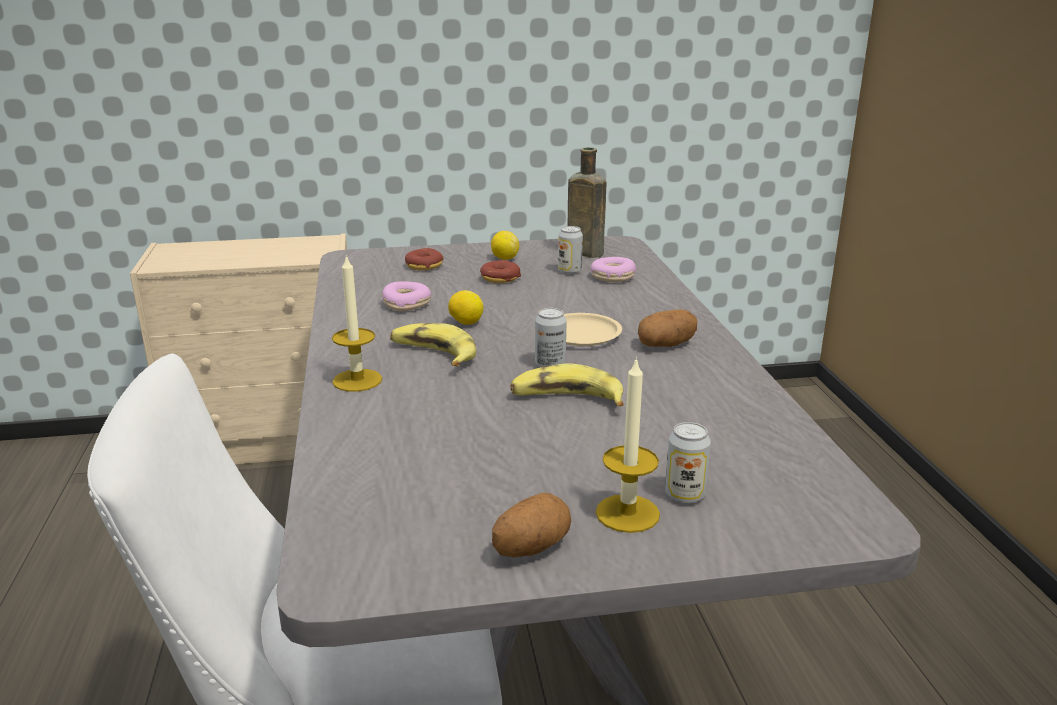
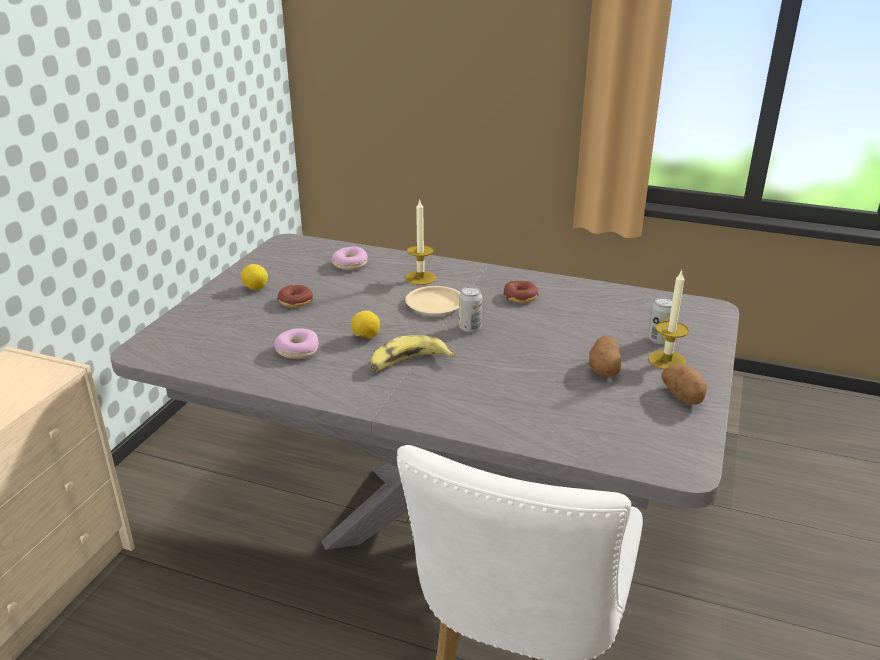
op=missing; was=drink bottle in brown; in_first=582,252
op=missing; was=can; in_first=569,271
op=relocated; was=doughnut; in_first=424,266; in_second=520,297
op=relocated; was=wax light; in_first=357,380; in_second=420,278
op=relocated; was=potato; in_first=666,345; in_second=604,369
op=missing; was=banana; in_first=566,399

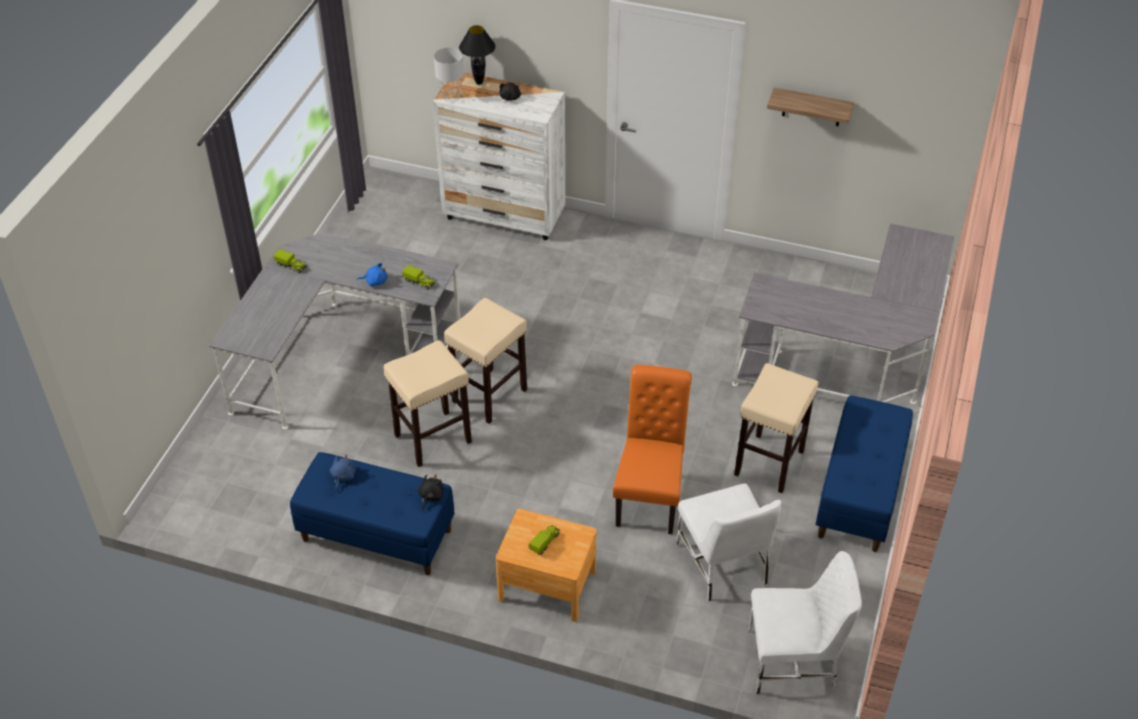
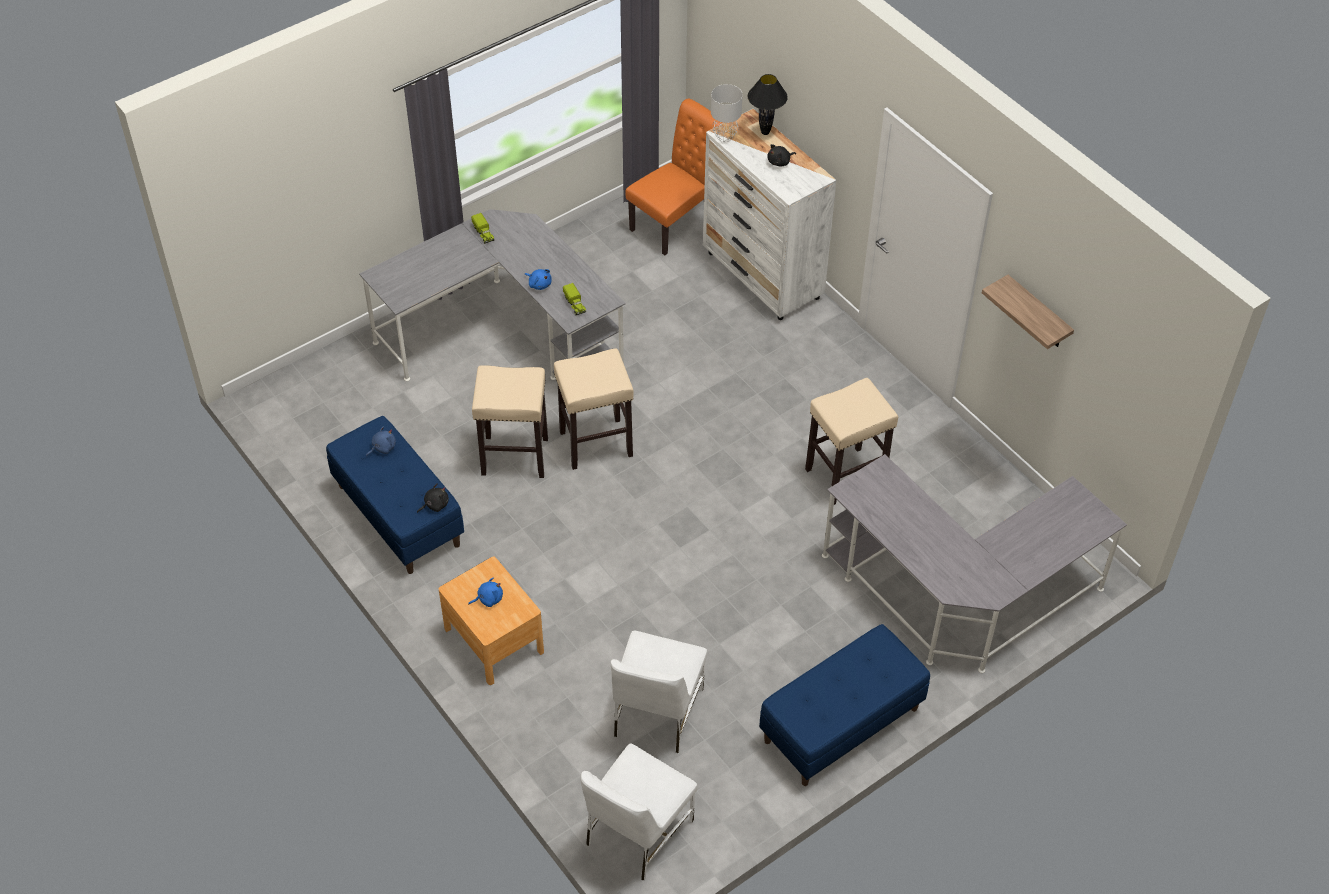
op=relocated; was=stool in beige-coloured; in_first=769,462; in_second=846,475
op=relocated; was=plain chair in orange-coloured; in_first=650,495; in_second=675,223
op=exchanged; was=toy truck; now=soft toy in bluish; in_first=545,543; in_second=488,599
op=spun; was=plain chair in whitish; in_first=793,661; in_second=637,833; clockwise=90

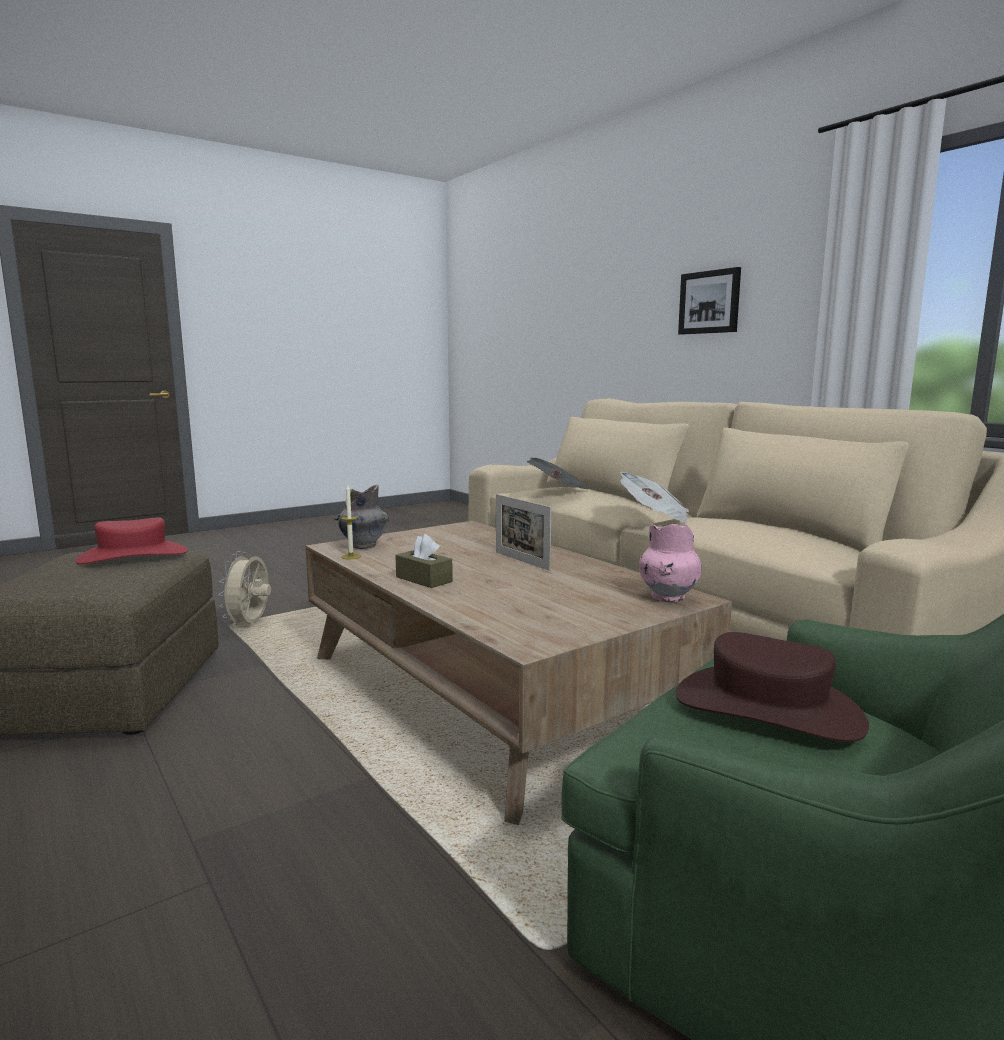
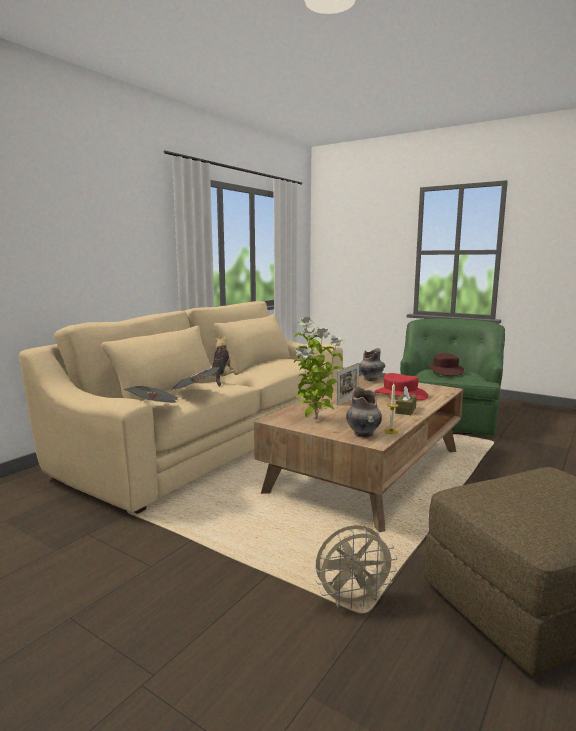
op=missing; was=picture; in_first=709,302
op=relocated; was=printed paper; in_first=655,516; in_second=155,409
op=relocated; was=hat in reddish; in_first=133,556; in_second=400,394
op=colour; was=flower vase in pink; now=flower vase in gray; in_first=668,597; in_second=370,379
op=appeared; now=plant in a pot; in_second=315,419
op=appeared; now=soft toy; in_second=221,379

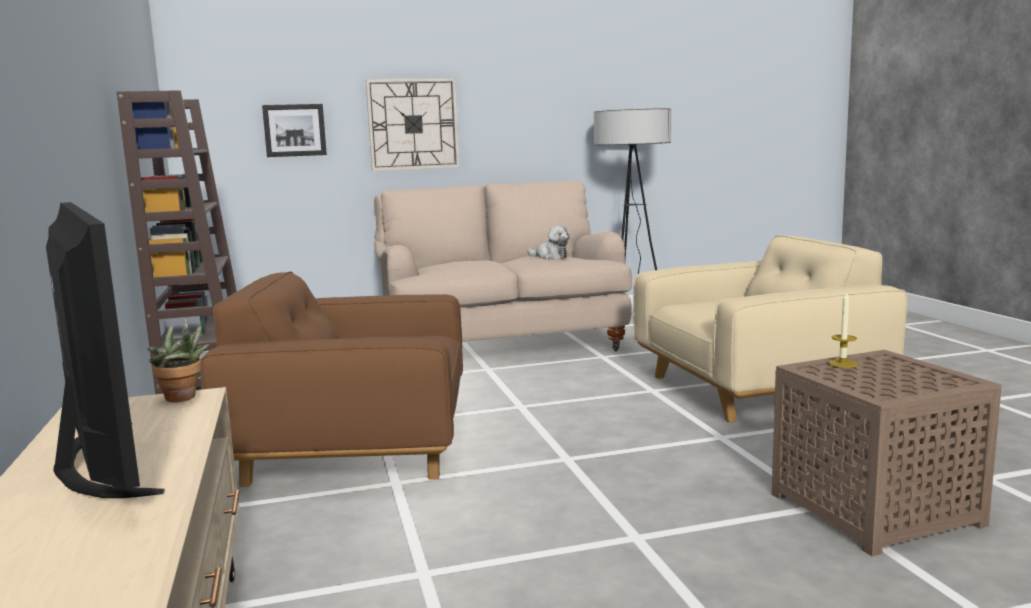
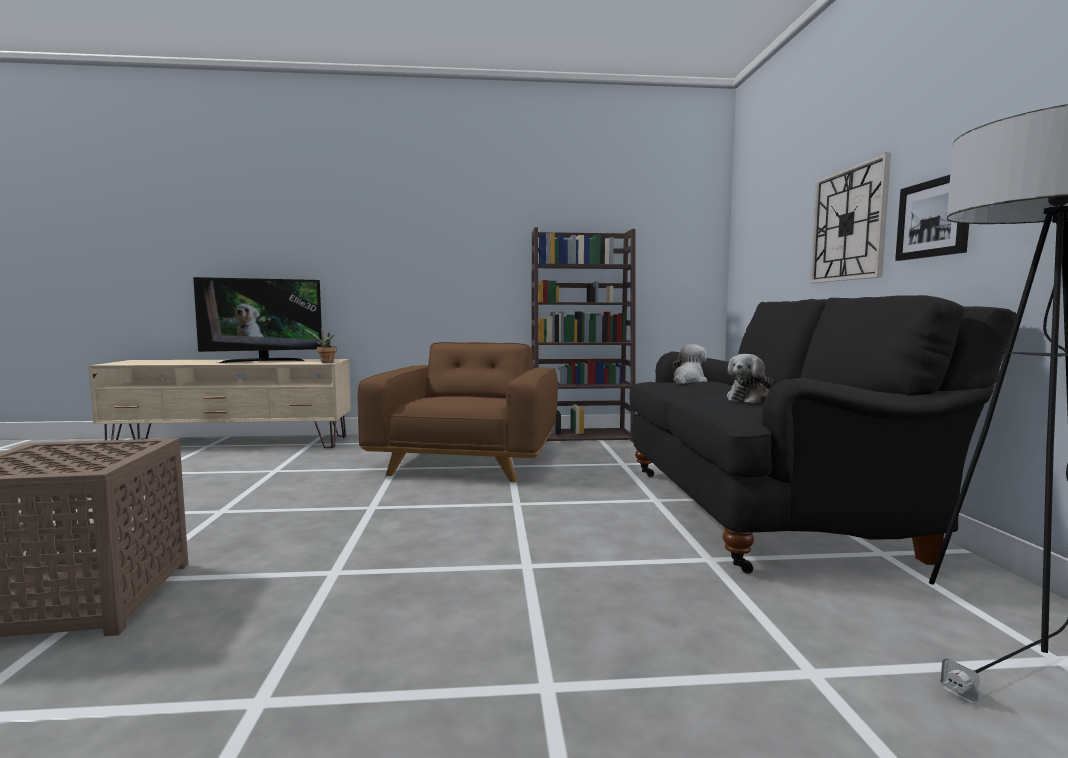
op=relocated; was=picture; in_first=294,130; in_second=934,218
op=colour; was=sofa in beige-coloured; now=sofa in black-coloured; in_first=500,345; in_second=768,511
op=missing; was=armchair in beige-coloured; in_first=755,389
op=missing; was=wax light; in_first=842,363
op=appeared; now=soft toy; in_second=688,382

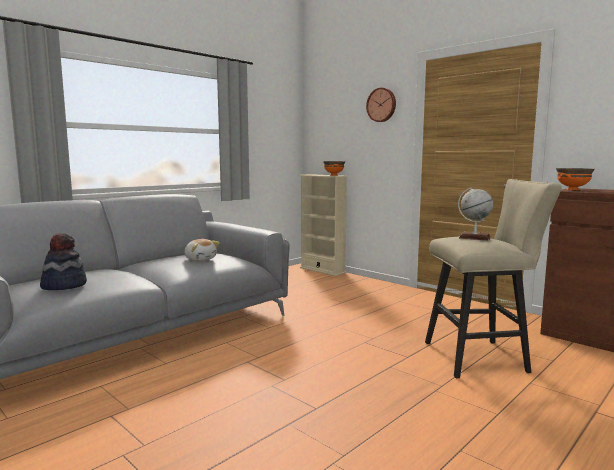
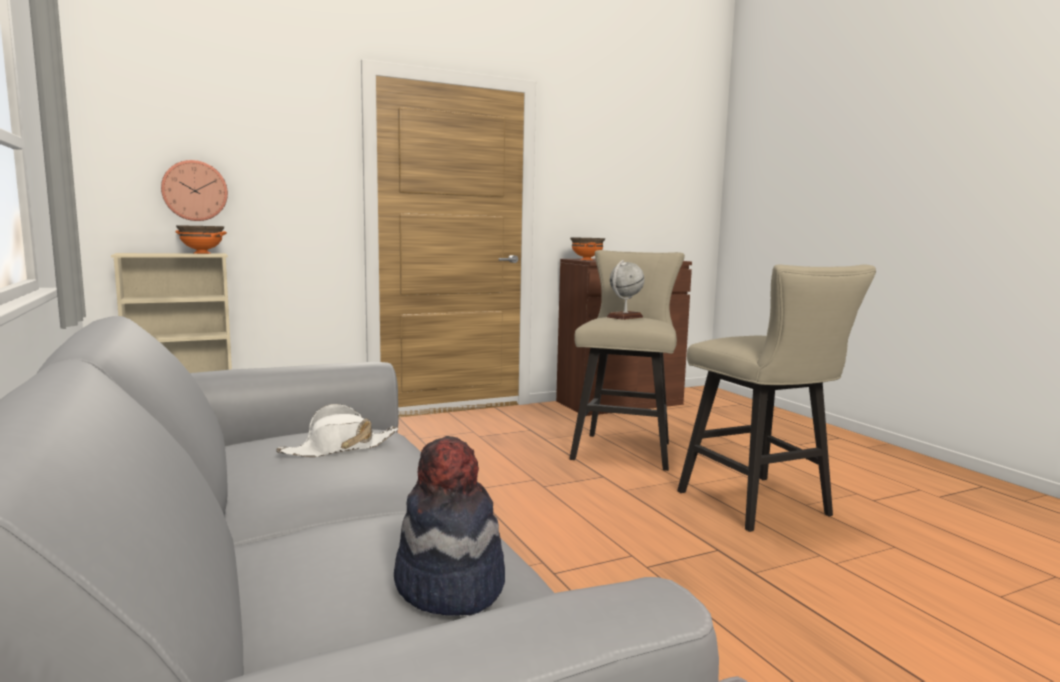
op=relocated; was=wall clock; in_first=382,105; in_second=195,191
op=exchanged; was=soft toy; now=hat in whitish; in_first=200,259; in_second=339,448
op=appeared; now=stool in beige-coloured; in_second=761,507

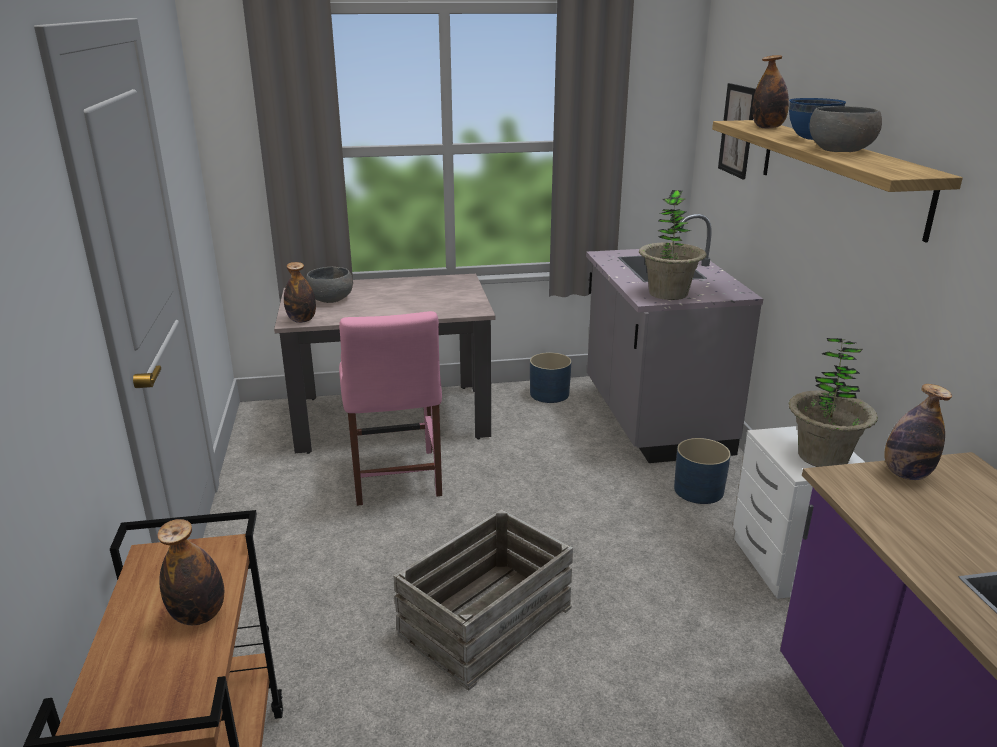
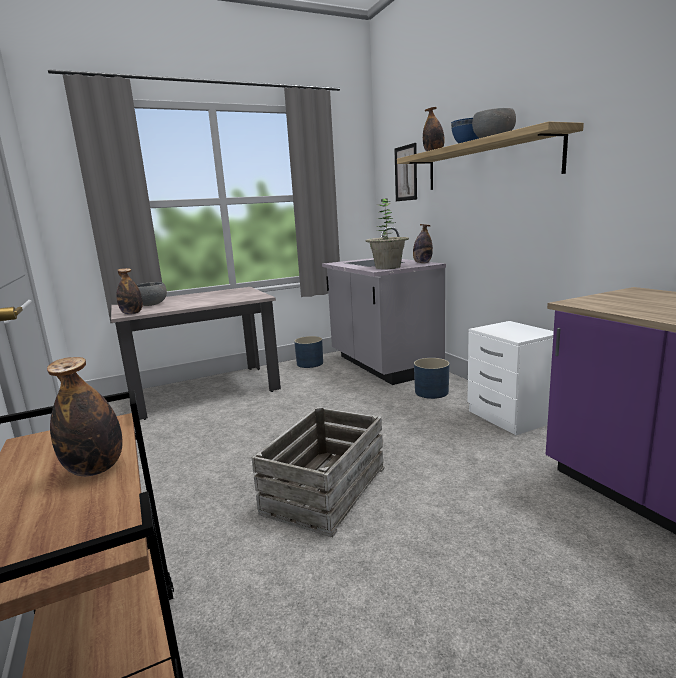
op=missing; was=plain chair in pink; in_first=395,480
op=missing; was=plant in a pot; in_first=823,456
op=relocated; was=drink bottle; in_first=906,474; in_second=422,263

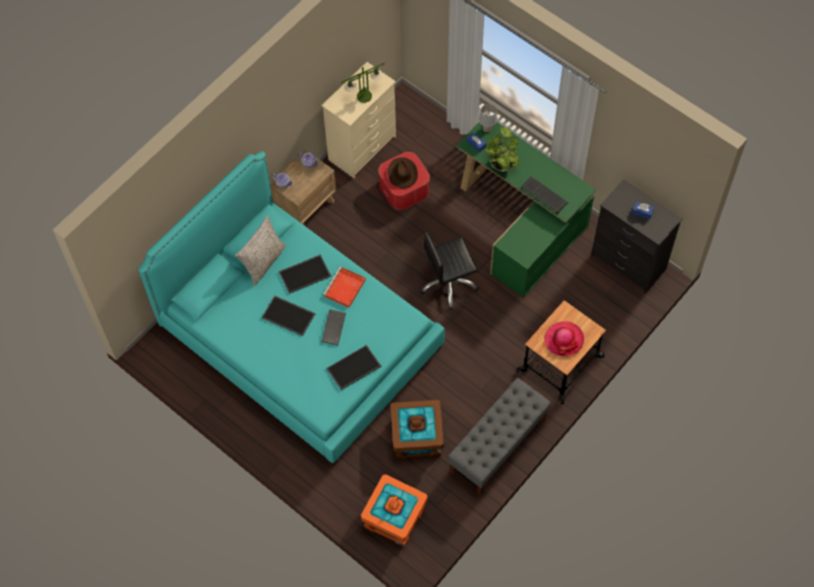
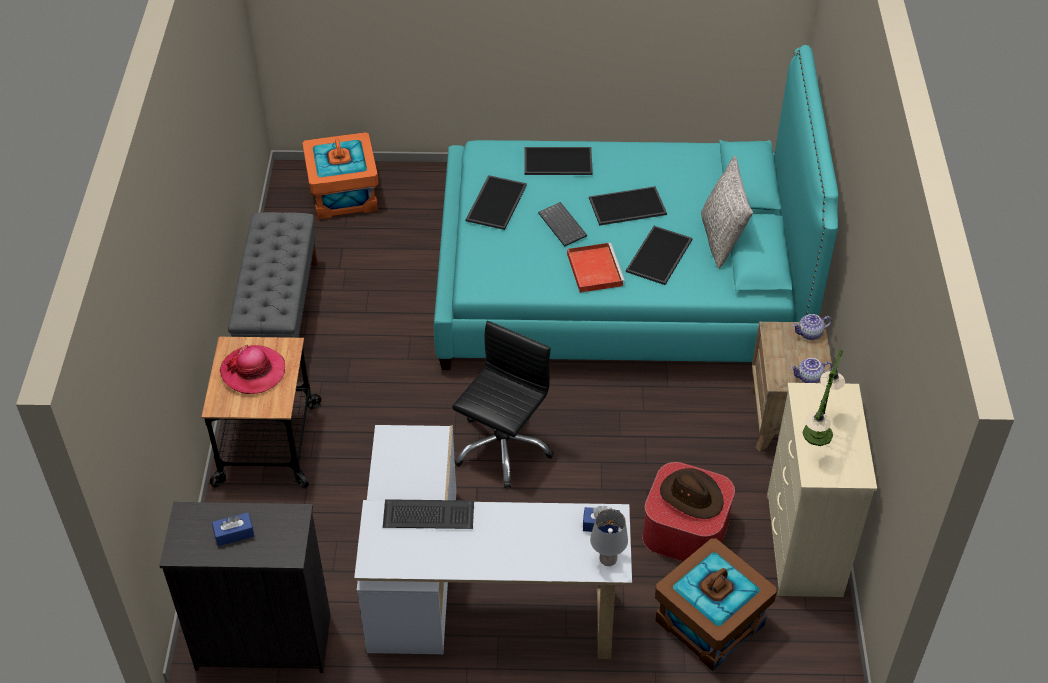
op=colour; was=desk table in greenish; now=desk table in whitish; in_first=522,223; in_second=472,593
op=missing; was=plant in a pot; in_first=502,163
op=relocated; was=storage box in brown; in_first=417,437; in_second=709,622
op=appeared; now=tray; in_second=557,162

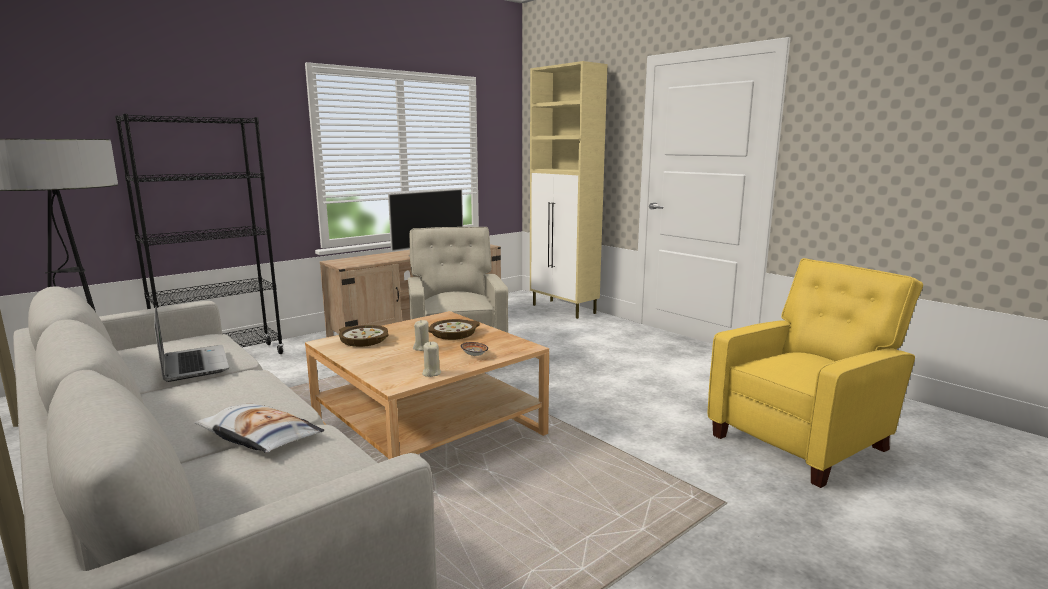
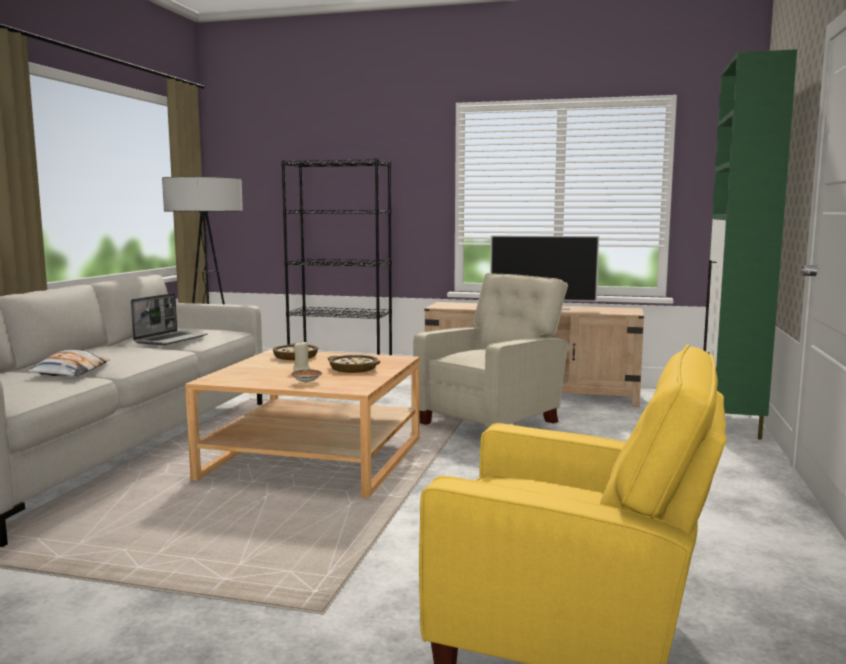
op=colour; was=cupboard in beige-coloured; now=cupboard in greenish; in_first=564,309; in_second=730,424
op=missing; was=wax light in beige-coloured; in_first=431,373

